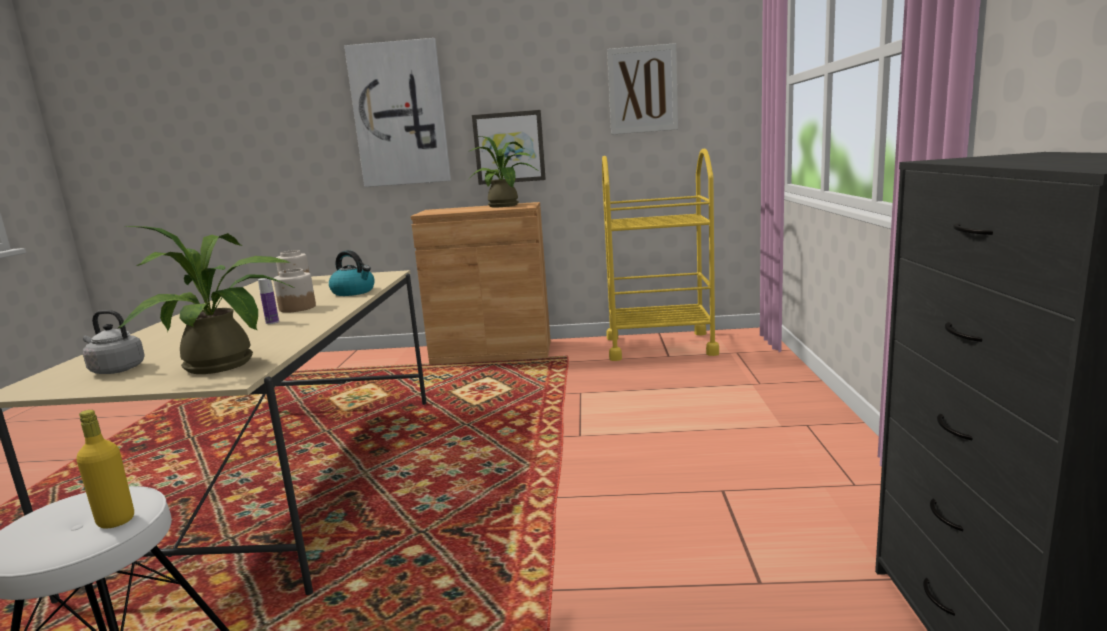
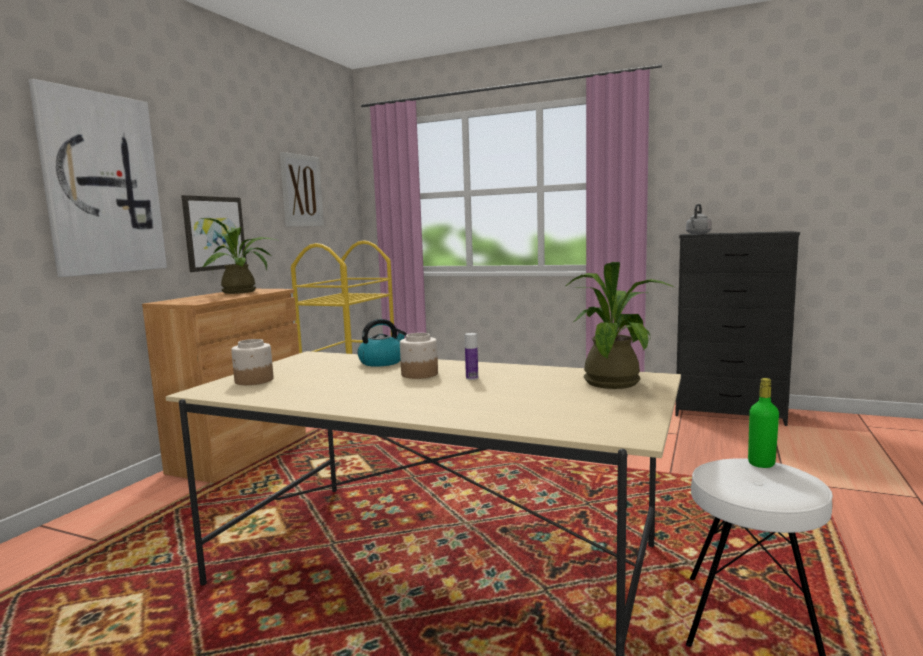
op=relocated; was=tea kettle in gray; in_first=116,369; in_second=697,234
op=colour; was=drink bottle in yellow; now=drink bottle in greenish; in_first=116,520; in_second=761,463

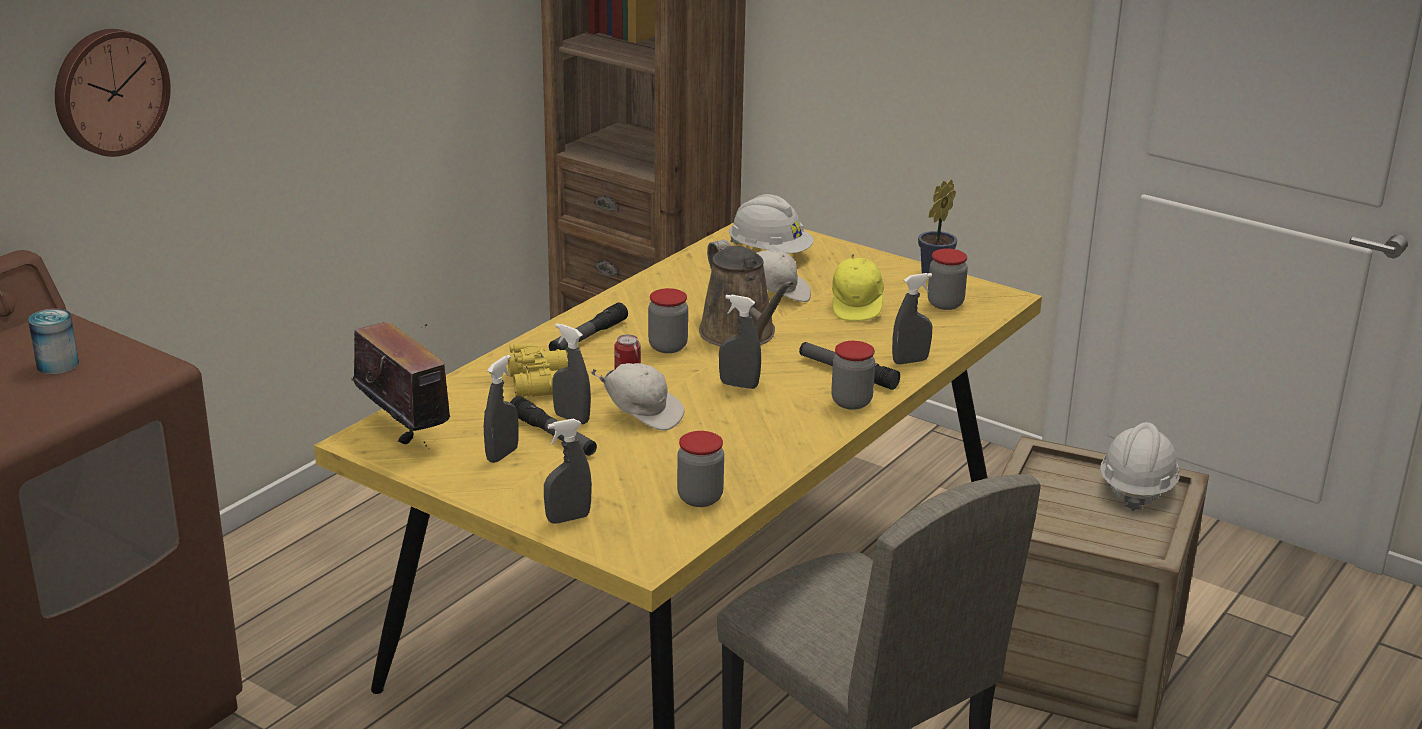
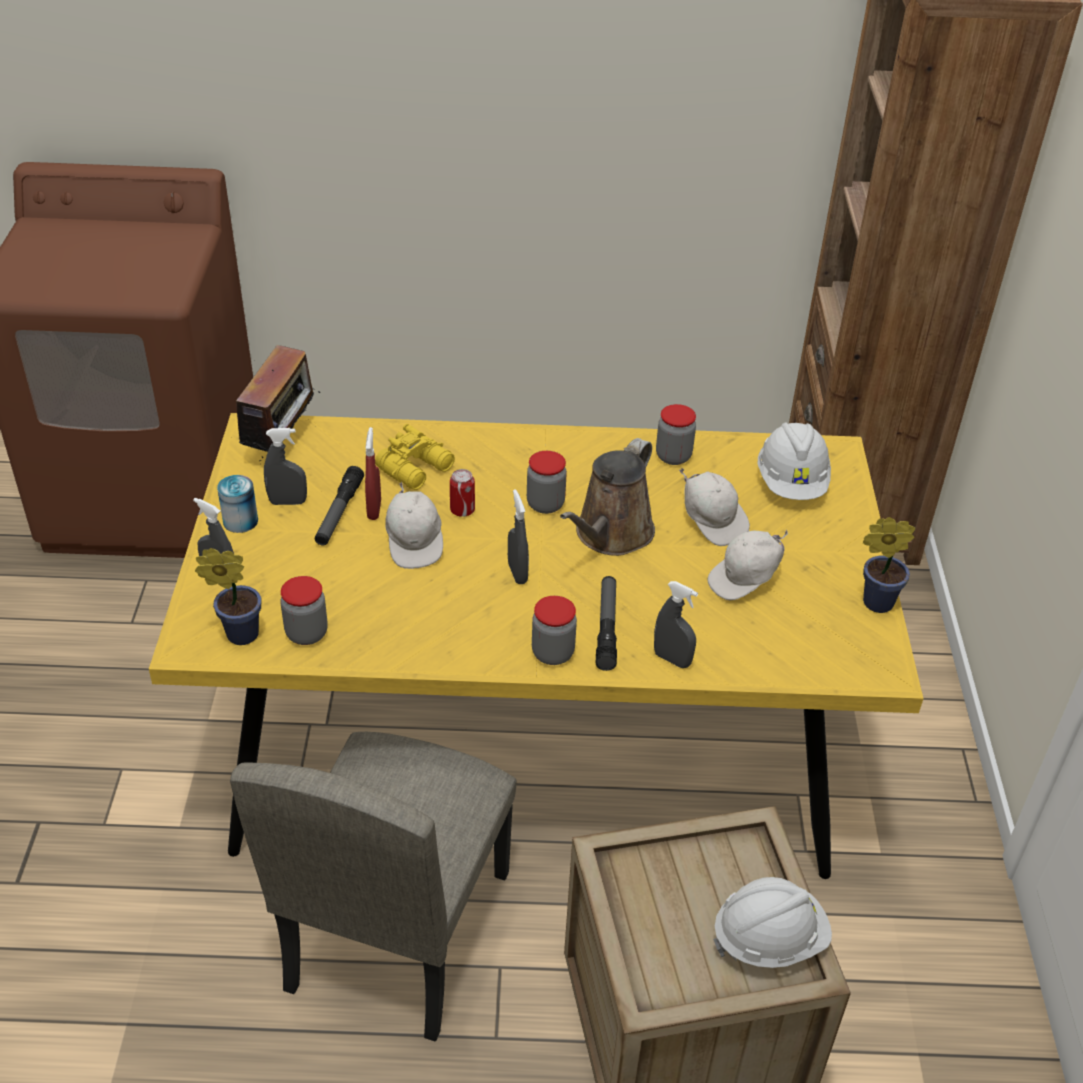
op=missing; was=wall clock; in_first=108,91
op=relocated; was=storage jar; in_first=945,304; in_second=673,456
op=colour; was=peaked cap in yellow; now=peaked cap in whitish; in_first=857,306; in_second=746,580
op=missing; was=torch; in_first=588,337
op=relocated; was=can; in_first=57,365; in_second=240,521
op=colour; was=hand sprayer in gray; now=hand sprayer in reddish; in_first=571,418; in_second=374,509
op=appeared; now=plant in a pot; in_second=238,634

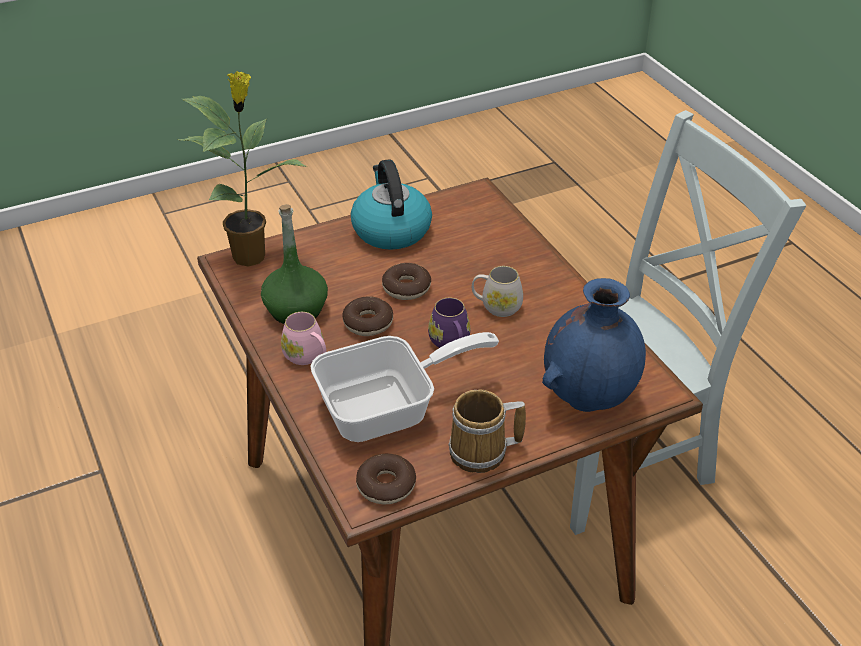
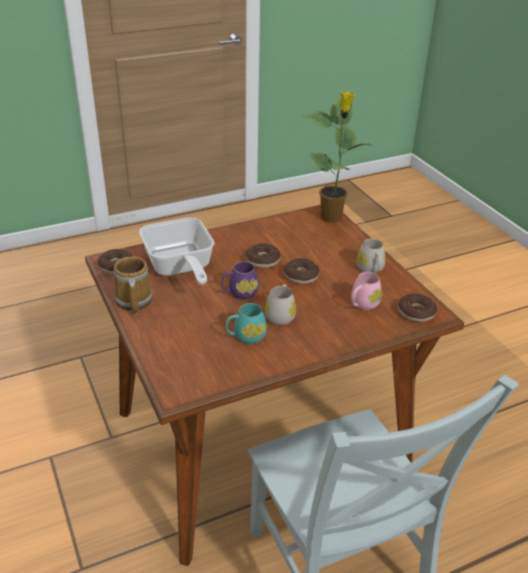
op=exchanged; was=tea kettle; now=tea mug in whitish; in_first=390,229; in_second=371,270
op=missing; was=drink bottle in greenish; in_first=296,310
op=missing; was=flower vase in bluish; in_first=588,398
op=relocated; was=tea mug in pink; in_first=307,357; in_second=362,305
op=appeared; now=doughnut; in_second=416,313
op=appeared; now=tea mug in turquoise; in_second=246,337

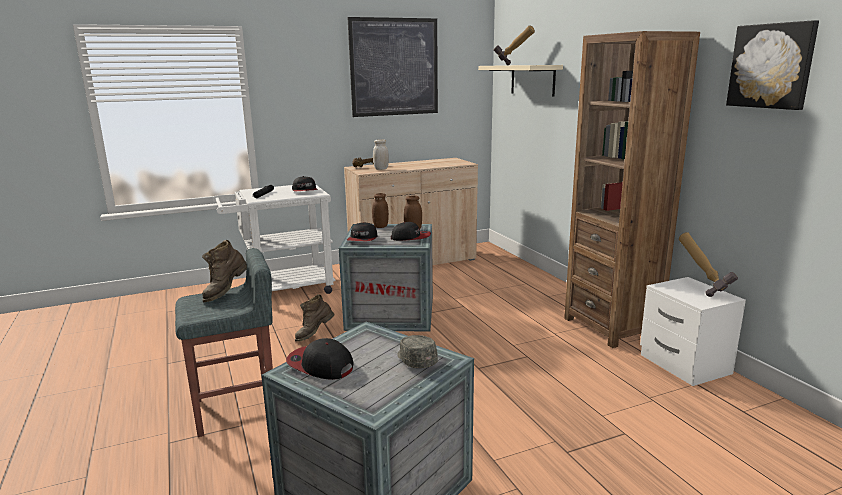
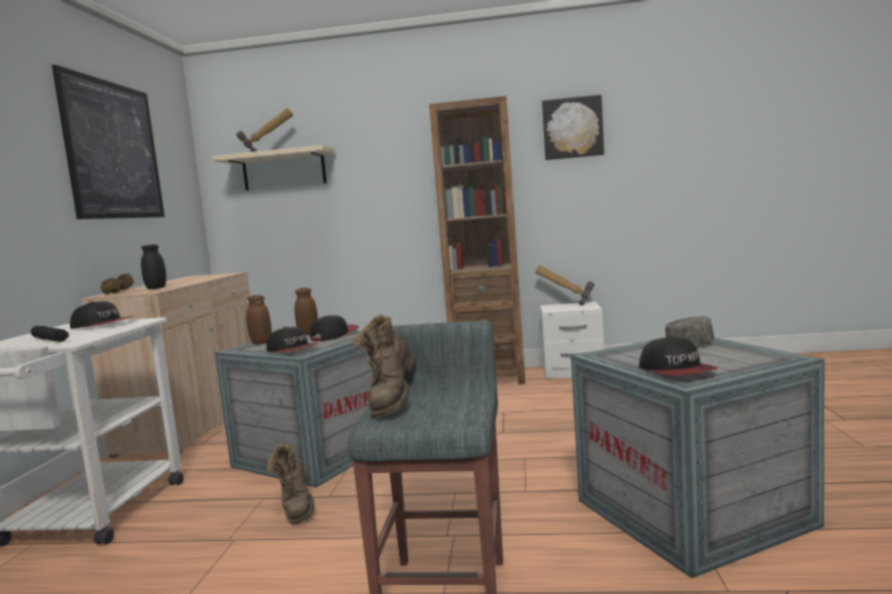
op=colour; was=storage jar in whitish; now=storage jar in black-coloured; in_first=381,169; in_second=156,288
op=spun; was=high-top boot in brown; in_first=225,293; in_second=391,403; clockwise=45
op=spun; was=peaked cap; in_first=320,365; in_second=676,371; clockwise=-75

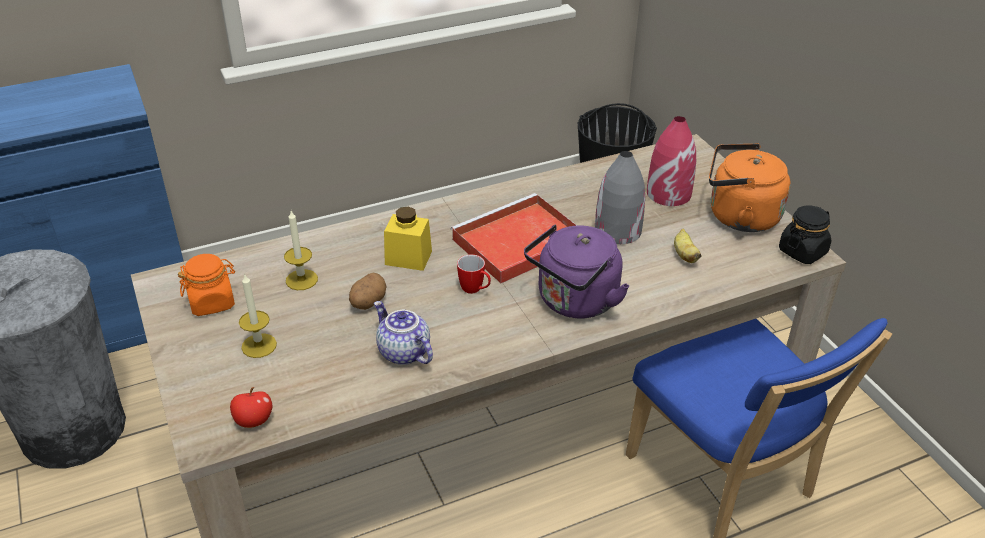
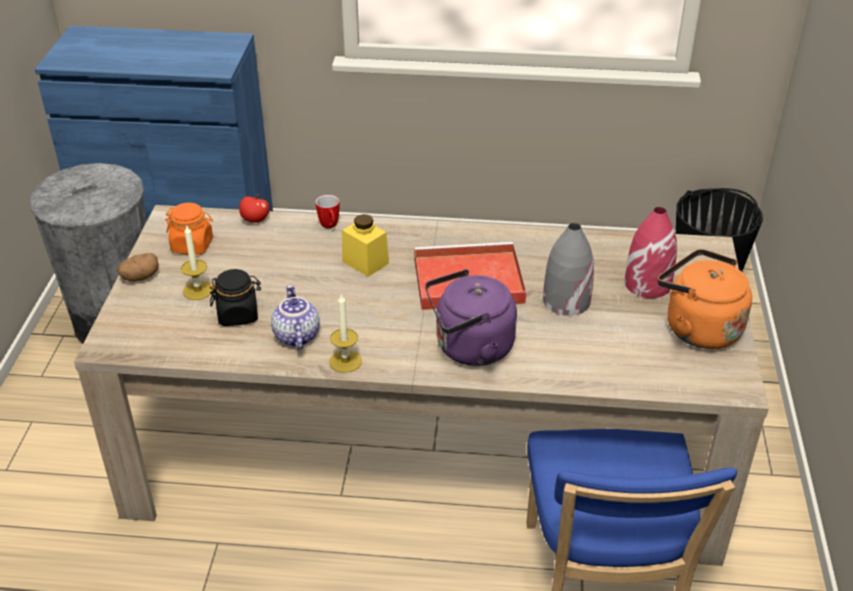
op=relocated; was=storage jar in black-coloured; in_first=802,251; in_second=238,314
op=relocated; was=wax light; in_first=301,280; in_second=345,361
op=missing; was=banana; in_first=684,255
op=relocated; was=tea mug; in_first=475,290; in_second=330,226
op=relocated; was=potato; in_first=367,303; in_second=140,277
op=relocated; was=apple fruit; in_first=253,421; in_second=255,220

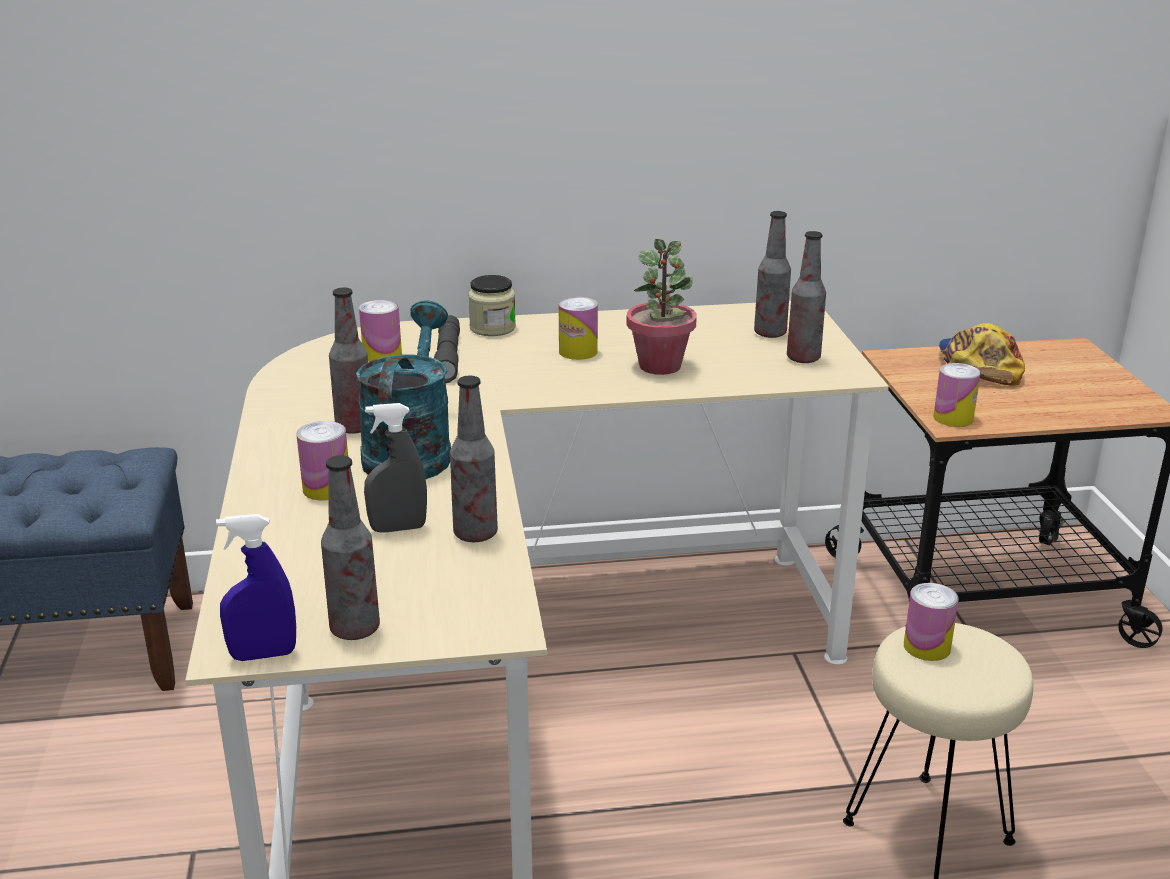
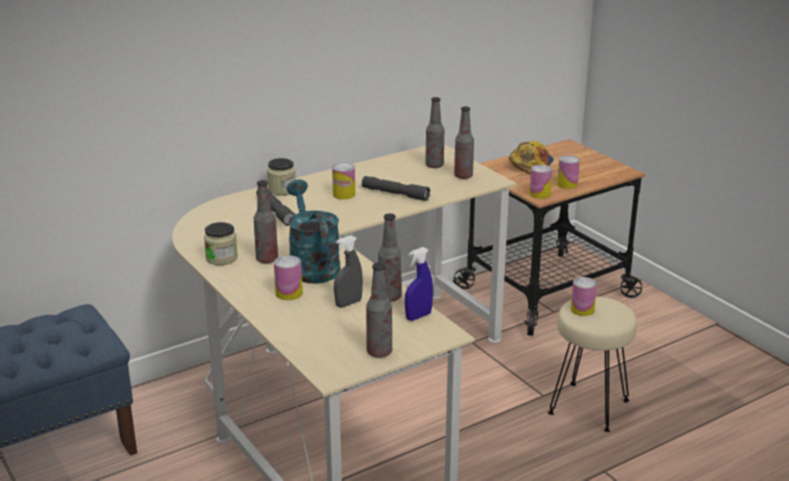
op=exchanged; was=plant in a pot; now=torch in gray; in_first=660,366; in_second=395,194
op=relocated; was=can; in_first=382,355; in_second=567,184
op=spun; was=peaked cap; in_first=978,366; in_second=531,164; clockwise=45
op=relocated; was=hand sprayer in bluish; in_first=263,655; in_second=418,316
op=appeared; now=storage jar; in_second=221,258

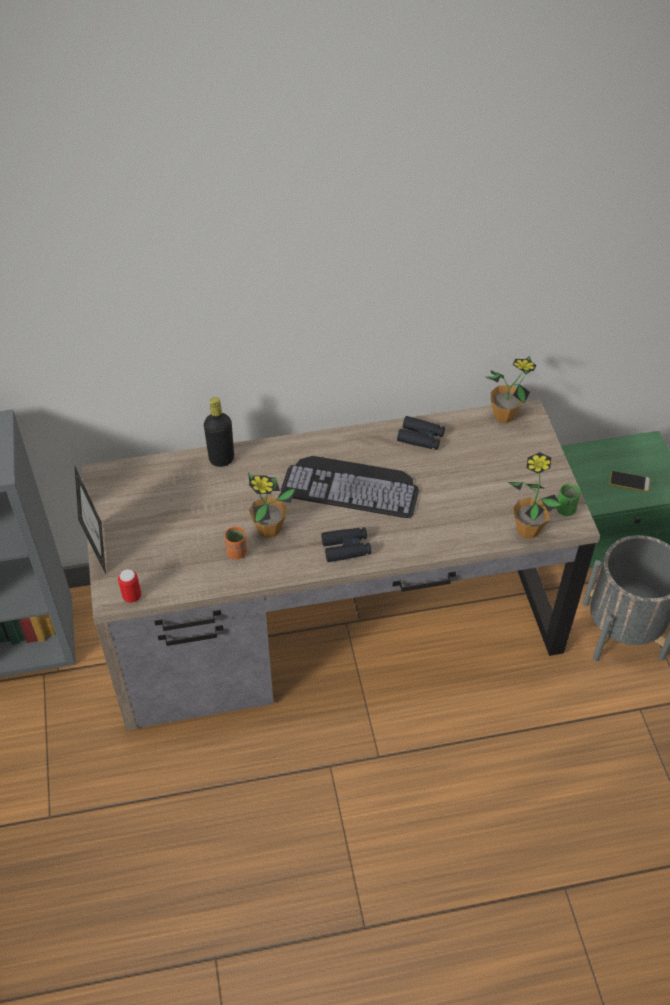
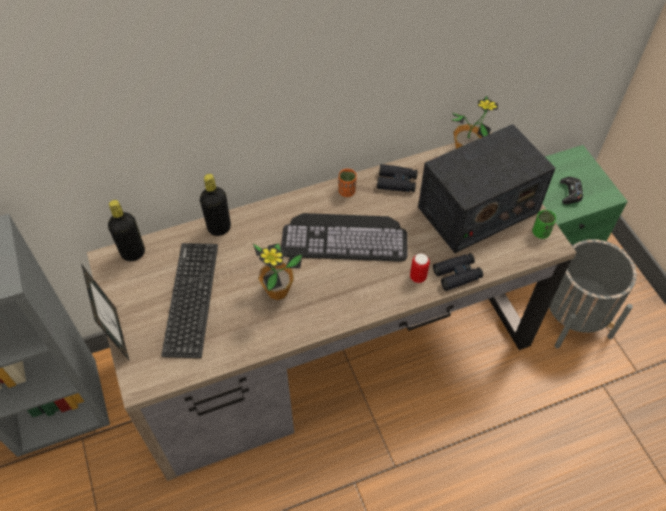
op=missing; was=plant in a pot; in_first=527,530
op=exchanged; was=handset; now=joypad in black-coloured; in_first=629,481; in_second=570,193
op=relocated; was=drinking cup in orange-coloured; in_first=237,552; in_second=347,191
op=relocated; was=binoculars in black-coloured; in_first=346,548; in_second=457,274
op=relocated; was=can; in_first=132,596; in_second=418,277
op=appeared; now=radio; in_second=477,210
op=appeared; now=drink bottle in black-coloured; in_second=133,253
op=appeared; now=computer keyboard; in_second=191,299

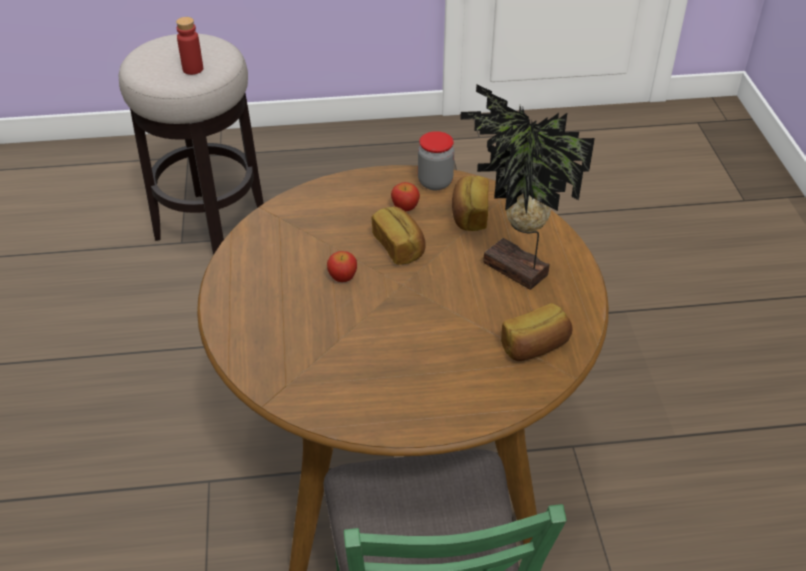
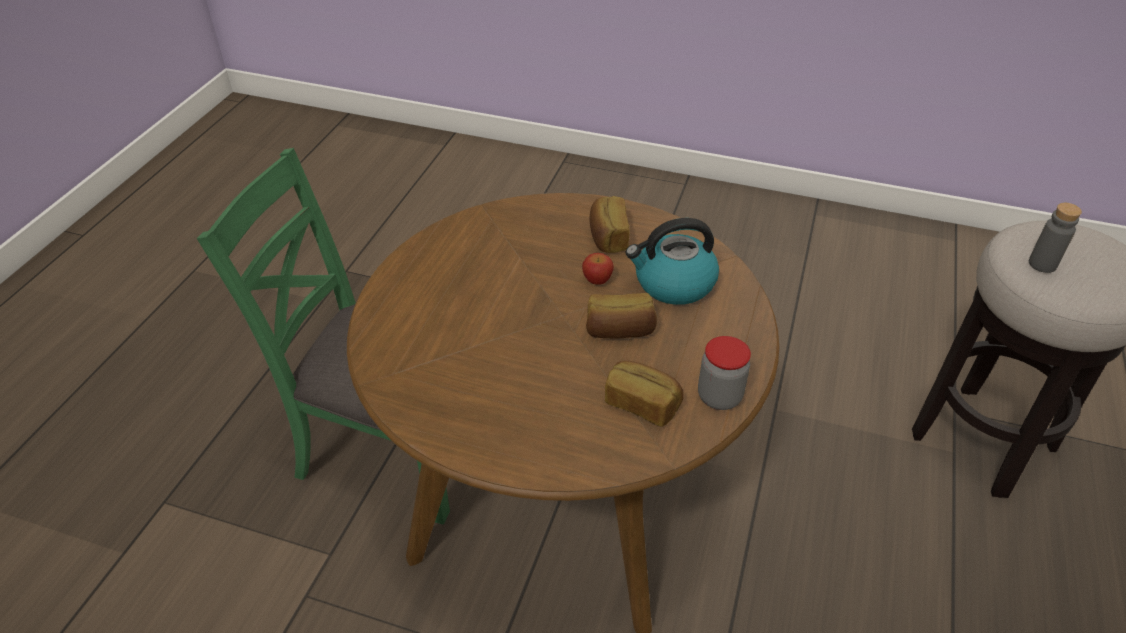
op=colour; was=drink bottle in reddish; now=drink bottle in gray; in_first=193,69; in_second=1042,264
op=missing; was=plant in a pot; in_first=514,272
op=missing; was=apple fruit; in_first=405,207
op=relocated; was=bread; in_first=535,347; in_second=607,237
op=appeared; now=tea kettle; in_second=673,284

